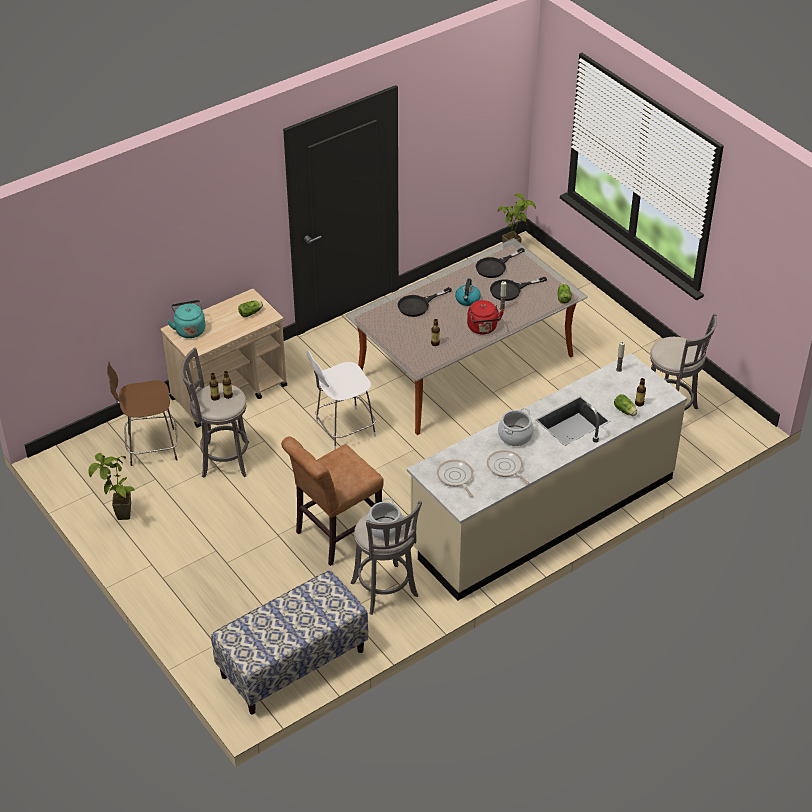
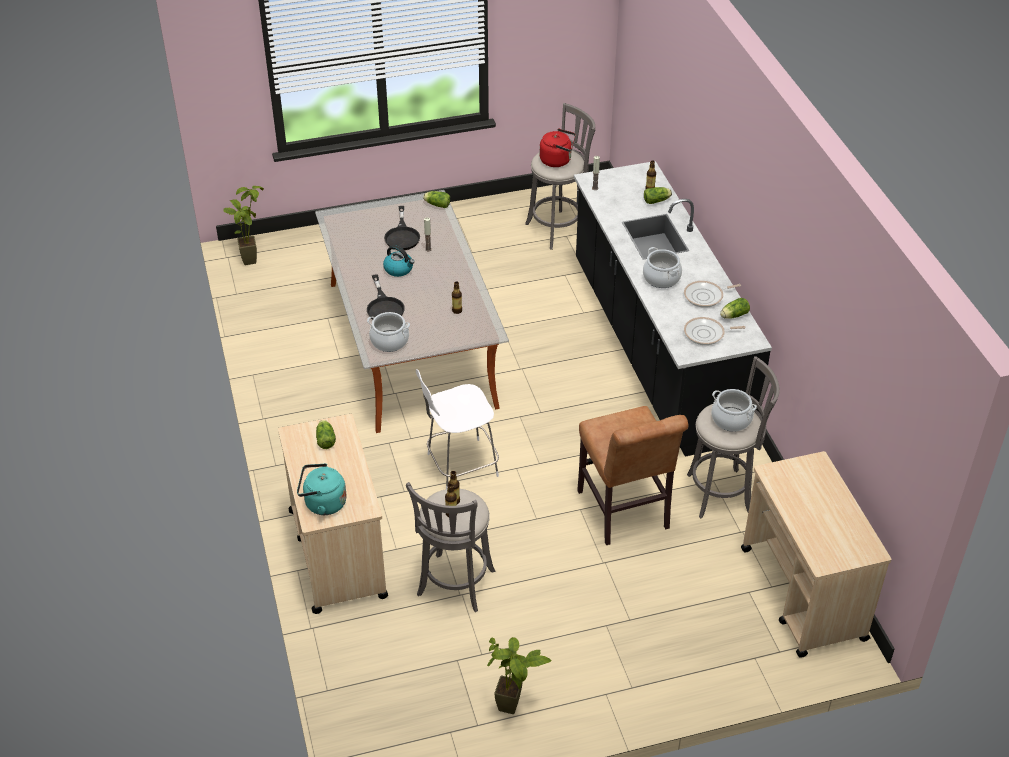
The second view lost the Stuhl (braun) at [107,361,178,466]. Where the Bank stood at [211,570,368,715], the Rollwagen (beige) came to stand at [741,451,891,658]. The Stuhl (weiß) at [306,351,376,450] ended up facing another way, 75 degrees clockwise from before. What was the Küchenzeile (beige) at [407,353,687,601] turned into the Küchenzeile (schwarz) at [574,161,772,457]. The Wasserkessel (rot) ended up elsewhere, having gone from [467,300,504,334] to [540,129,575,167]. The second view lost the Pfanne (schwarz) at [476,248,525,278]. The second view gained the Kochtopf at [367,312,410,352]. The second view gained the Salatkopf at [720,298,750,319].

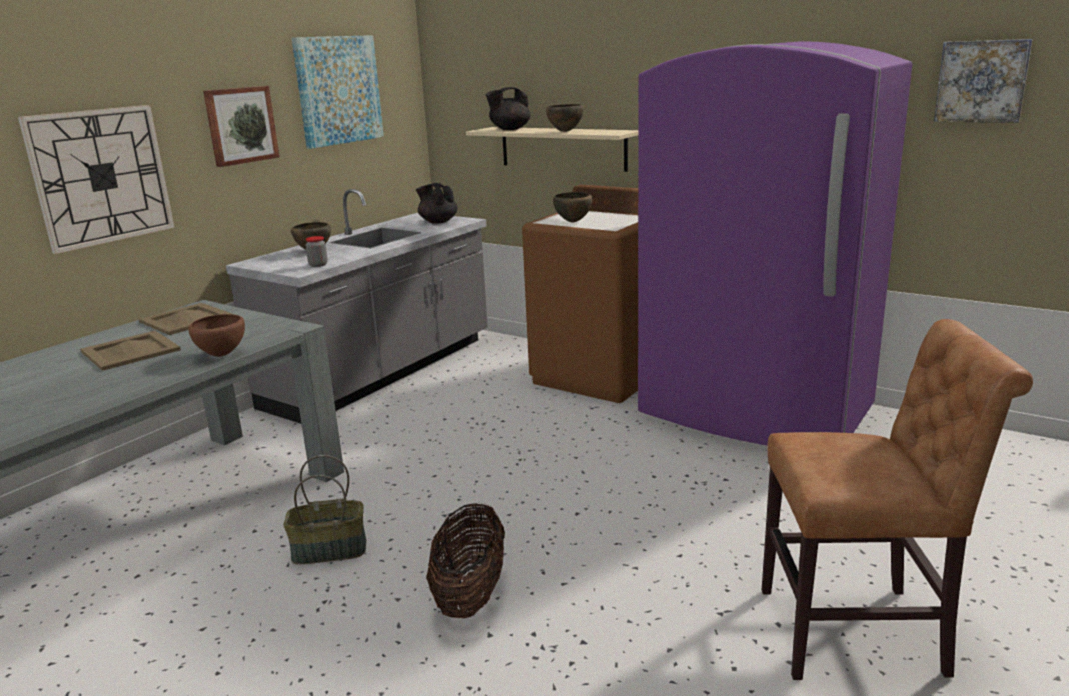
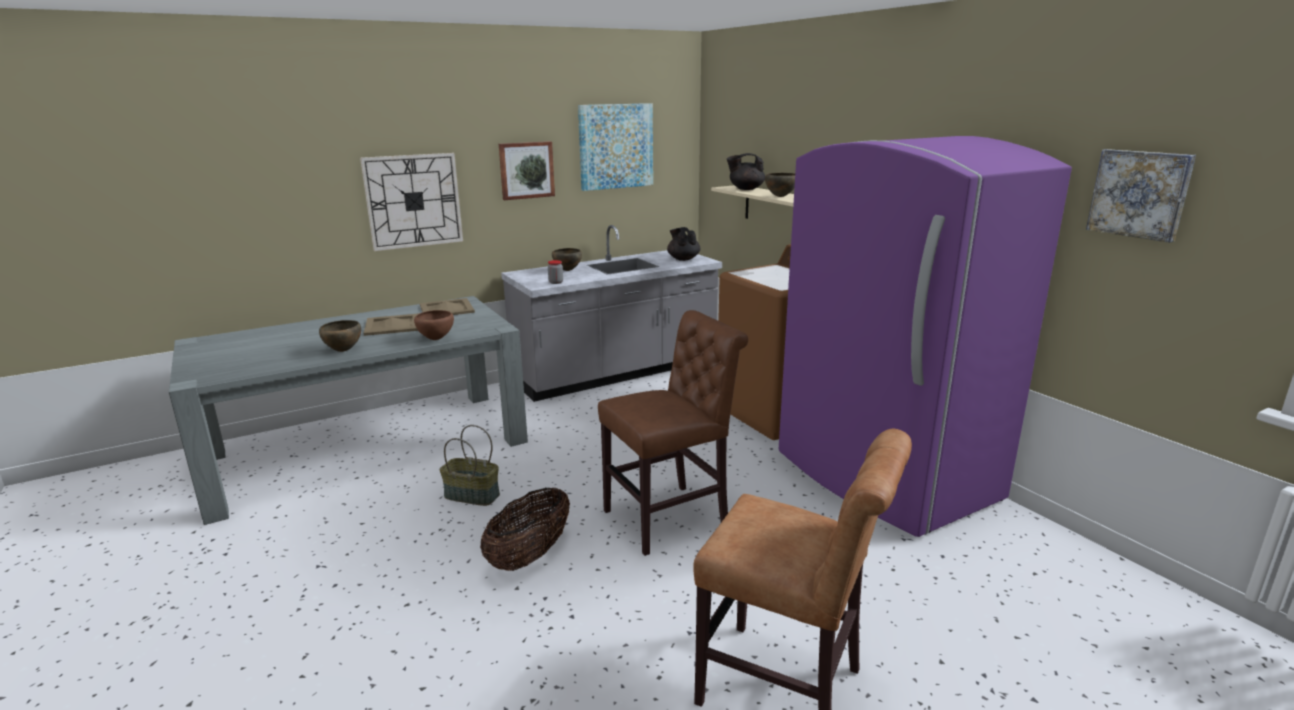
The Schüssel (braun) ended up elsewhere, having gone from [553,192,592,222] to [319,320,361,352]. The second view gained the Stuhl (braun) at [598,310,748,556].

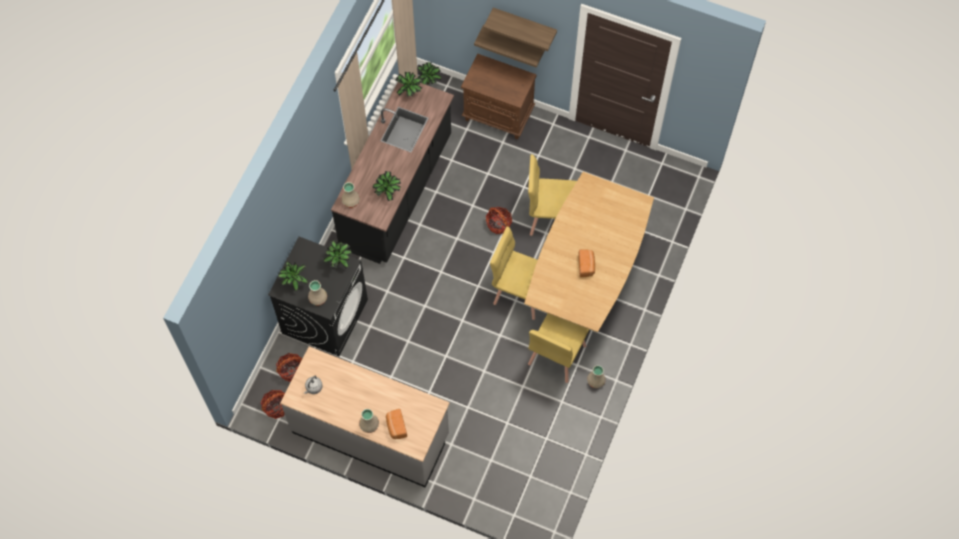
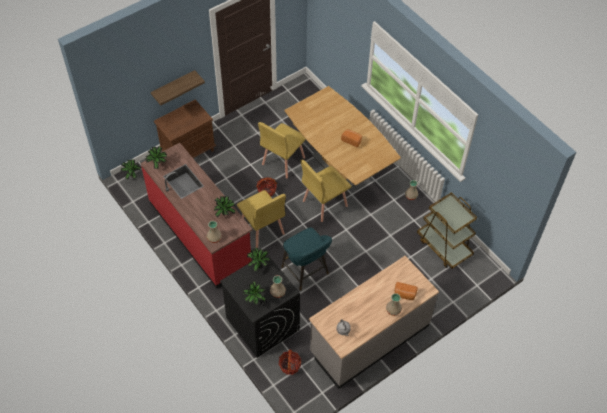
The second view lost the Korb at [261,390,285,419]. What was the Küchenzeile (schwarz) at [331,82,454,264] turned into the Küchenzeile (rot) at [140,143,253,289]. The second view lost the Wandregal at [484,8,557,51]. The Stuhl (gelb) ended up elsewhere, having gone from [528,313,590,383] to [237,190,286,248]. The second view gained the Hocker (türkis) at [282,227,332,291]. The second view gained the Rollwagen (braun) at [417,192,477,269].

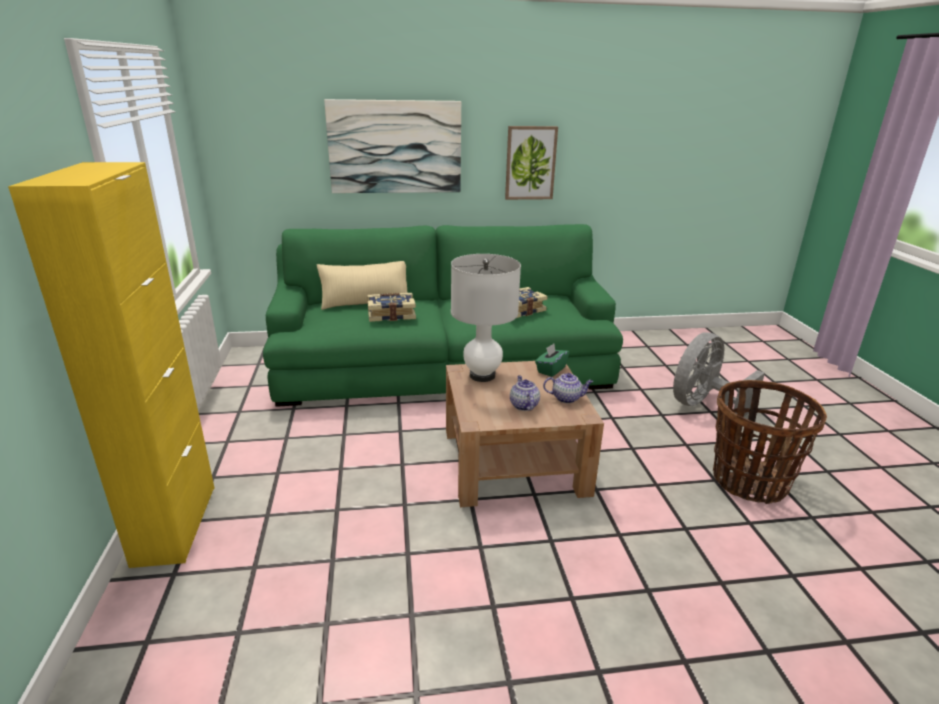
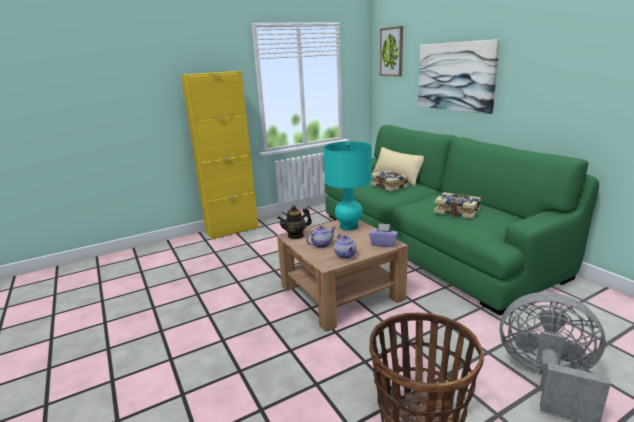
What was the Tischlampe (weiß) at [451,254,521,382] turned into the Tischlampe (türkis) at [323,141,372,231]. The Bild ended up elsewhere, having gone from [505,126,558,200] to [380,26,403,76]. What was the Taschentuchbox (grün) at [535,344,569,377] turned into the Taschentuchbox (lila) at [369,223,398,247]. The second view gained the Teekanne at [277,205,312,239].

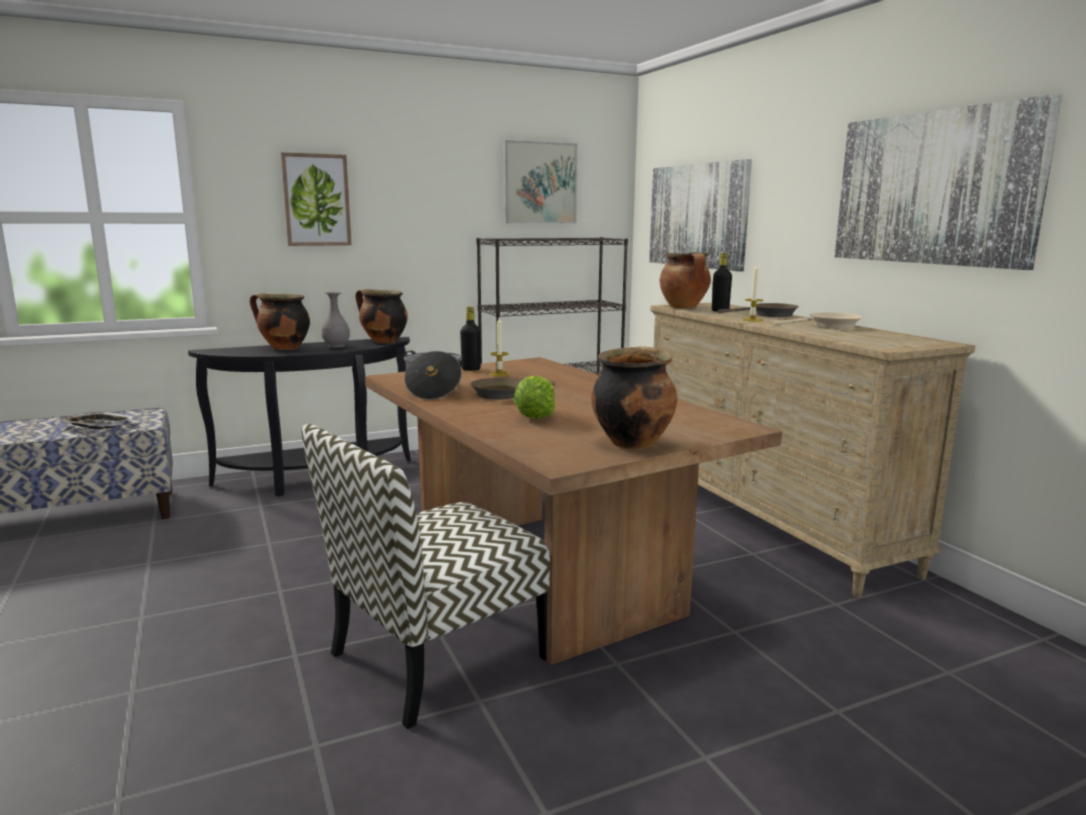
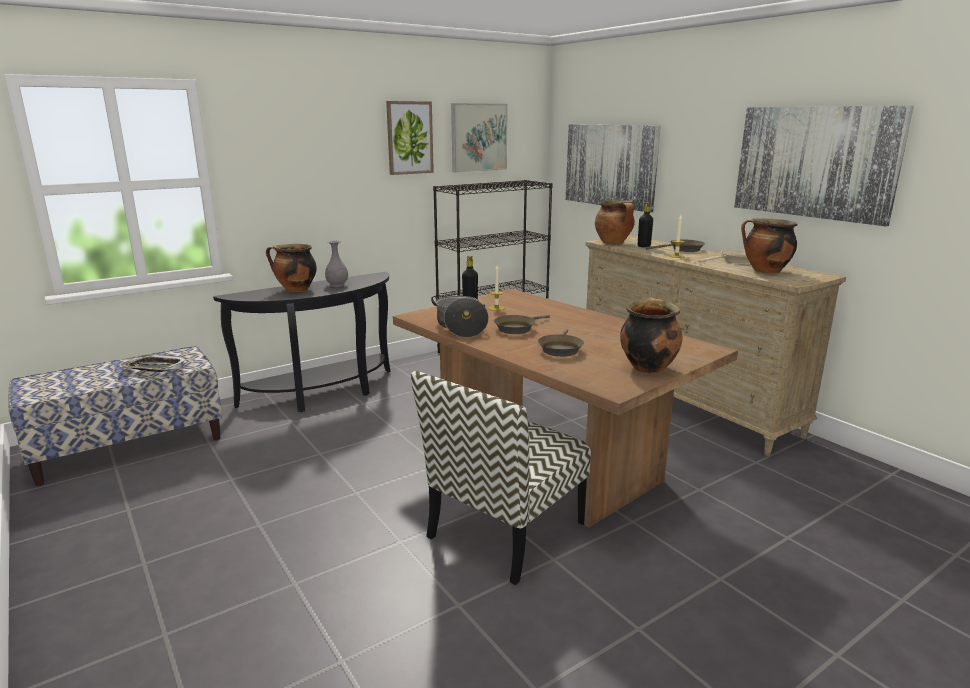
The Bild ended up elsewhere, having gone from [281,152,352,246] to [386,101,434,175]. The Kochtopf ended up elsewhere, having gone from [356,289,408,343] to [741,219,797,274]. Where the Salatkopf stood at [514,376,556,419], the Pfanne (braun) came to stand at [538,329,584,357].

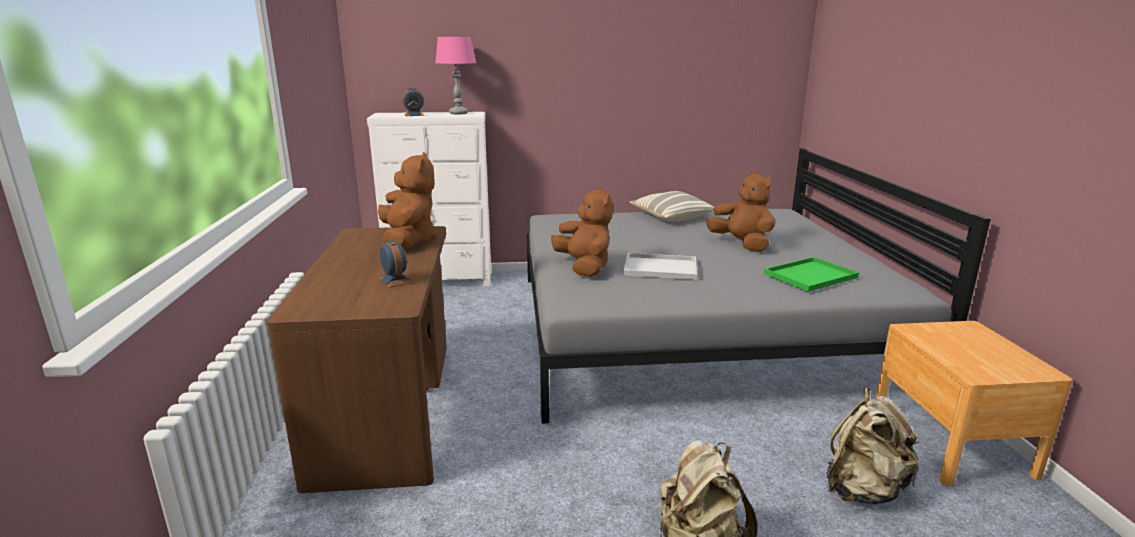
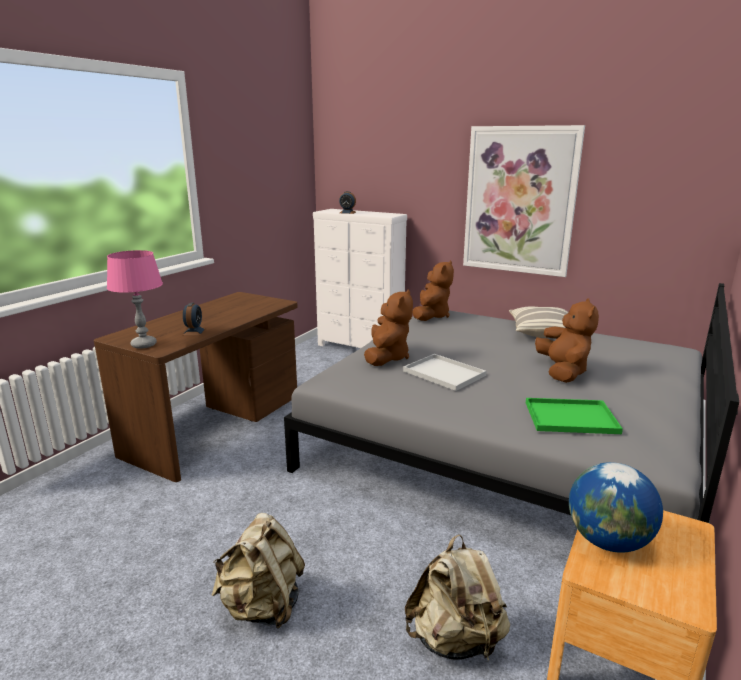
The Plüschtier (braun) ended up elsewhere, having gone from [378,152,435,250] to [413,260,454,321]. The Tischlampe (rosa) ended up elsewhere, having gone from [435,37,476,115] to [107,250,163,349]. The second view gained the Bild at [463,125,585,277]. The second view gained the Globus at [569,462,663,553].

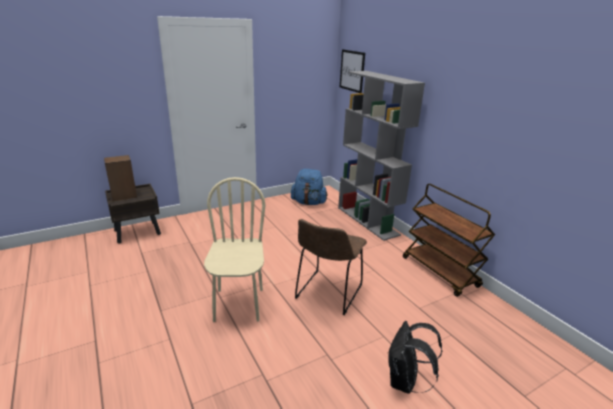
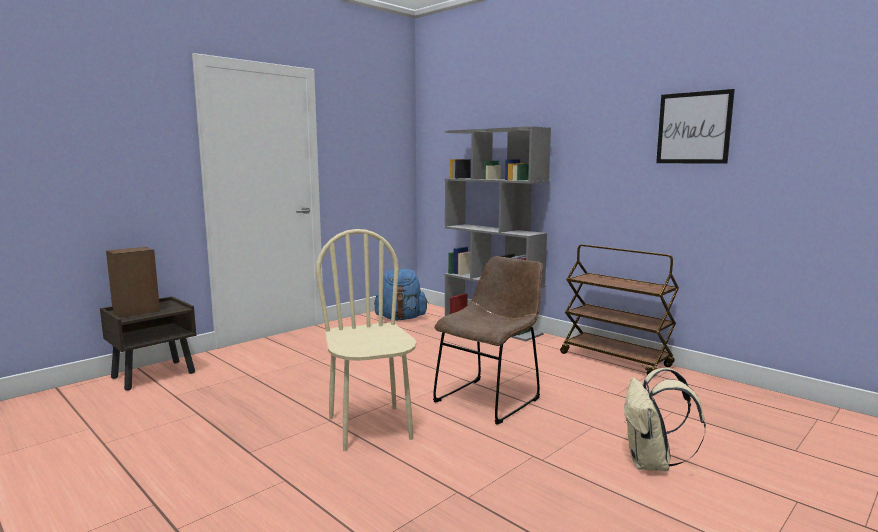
The Stuhl (braun) at [295,219,367,315] ended up facing another way, 150 degrees counterclockwise from before. The Bild ended up elsewhere, having gone from [340,49,365,93] to [656,89,735,164]. What was the Rucksack (schwarz) at [388,321,442,394] turned into the Rucksack (beige) at [624,368,706,471].

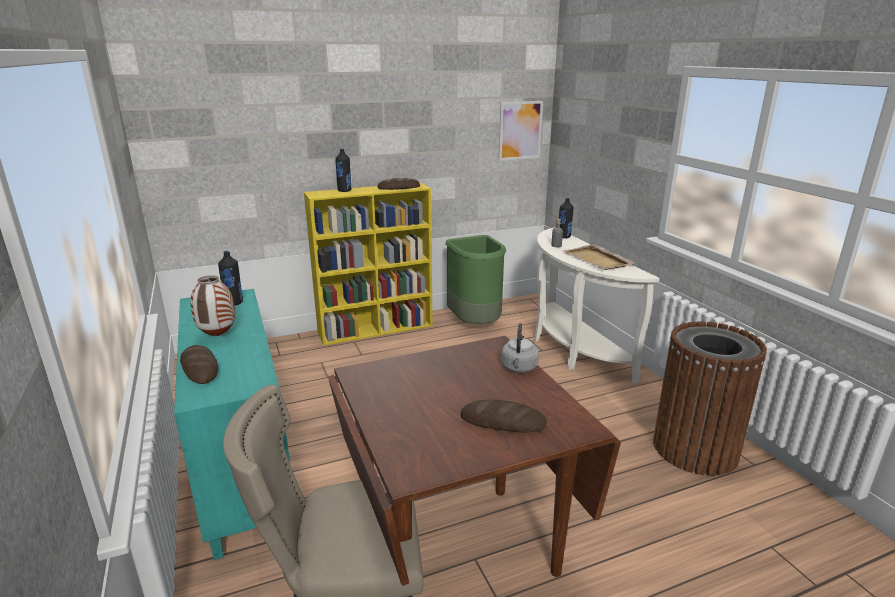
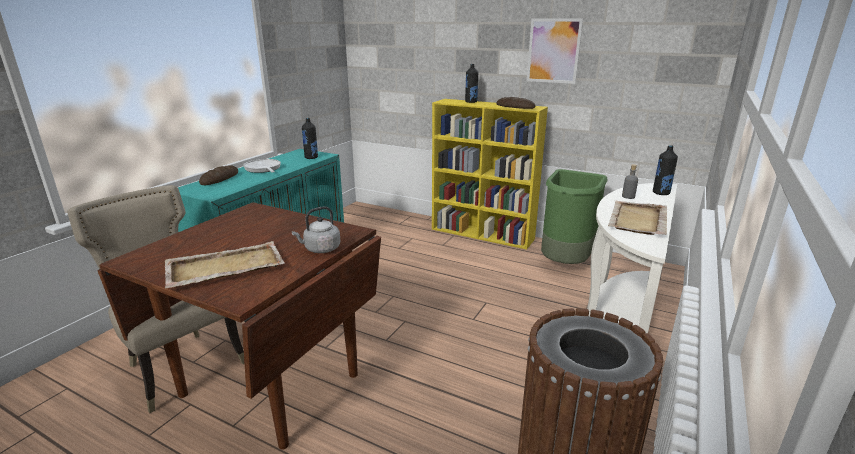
Where the Vase stood at [190,275,236,336], the Pfanne came to stand at [243,159,281,173]. Where the Brot stood at [461,400,547,433], the Tablett (beige) came to stand at [164,241,285,288]. The Bild ended up elsewhere, having gone from [499,101,543,161] to [527,18,583,84].

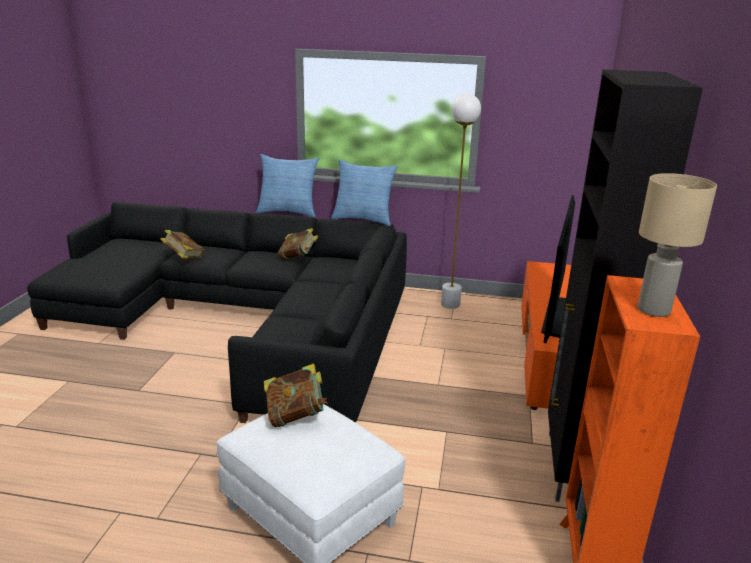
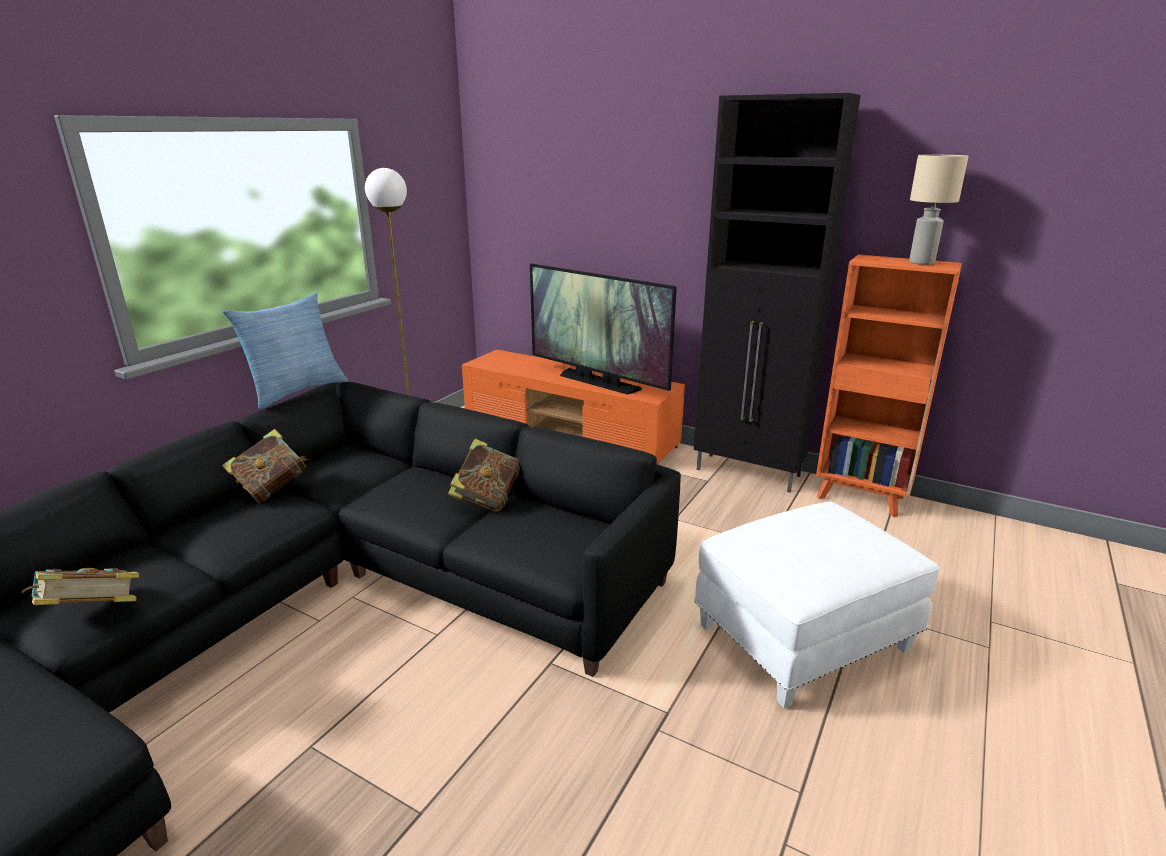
The second view lost the Kissen at [256,154,319,217]. The Buch ended up elsewhere, having gone from [264,364,328,427] to [448,439,520,512].

